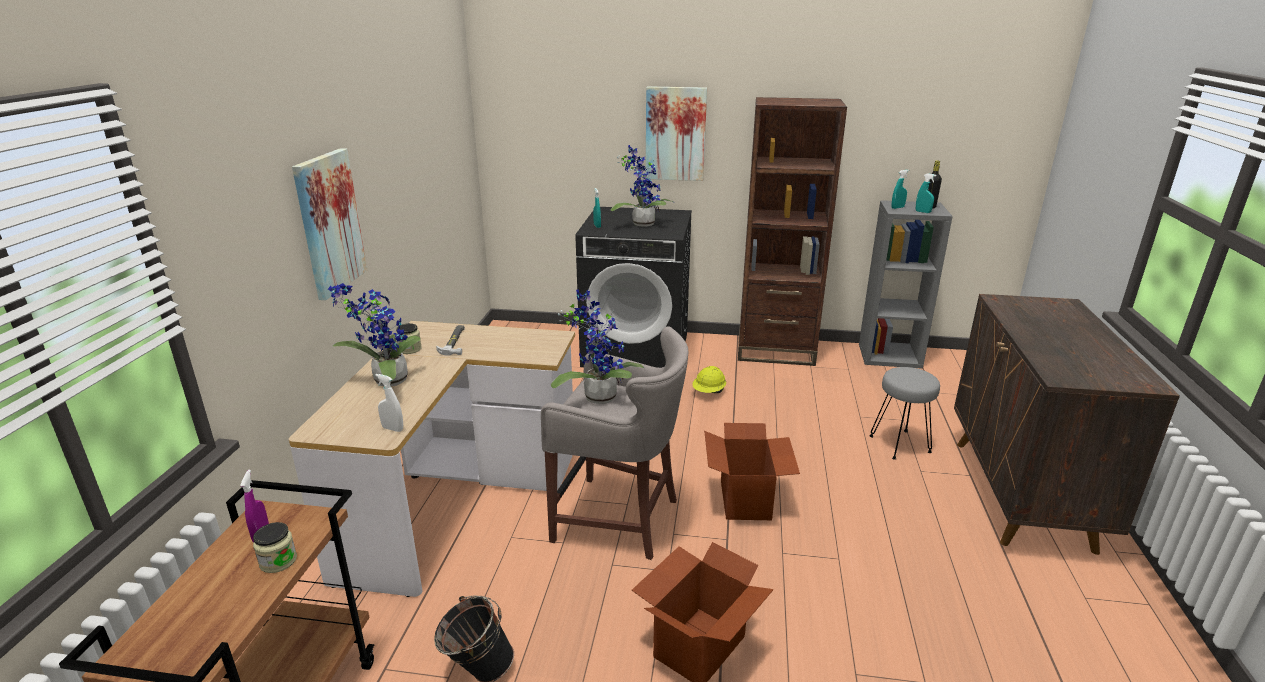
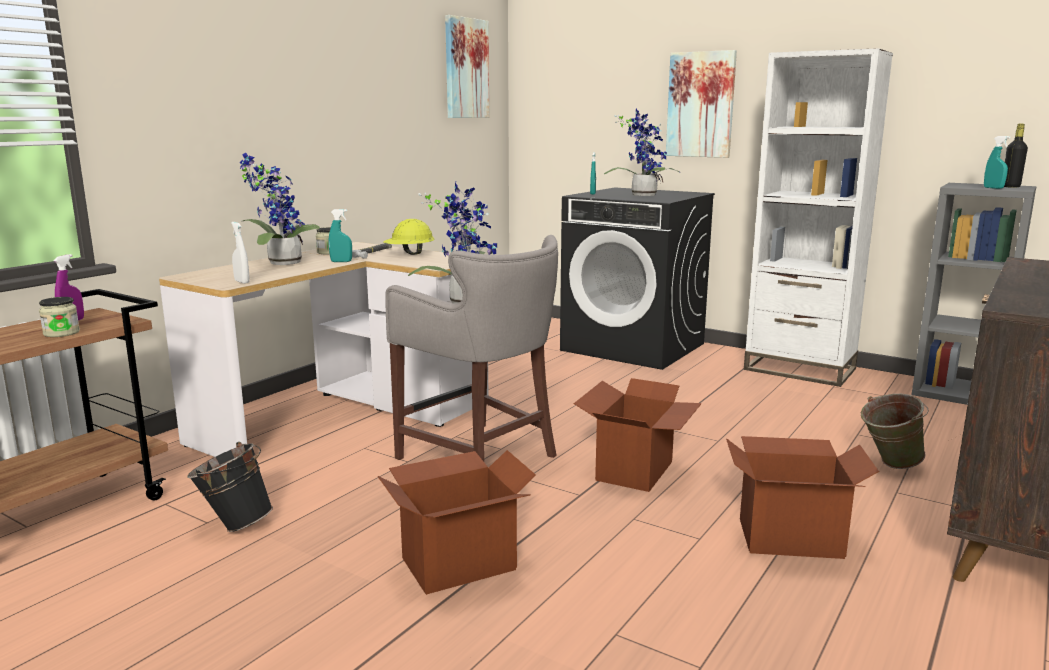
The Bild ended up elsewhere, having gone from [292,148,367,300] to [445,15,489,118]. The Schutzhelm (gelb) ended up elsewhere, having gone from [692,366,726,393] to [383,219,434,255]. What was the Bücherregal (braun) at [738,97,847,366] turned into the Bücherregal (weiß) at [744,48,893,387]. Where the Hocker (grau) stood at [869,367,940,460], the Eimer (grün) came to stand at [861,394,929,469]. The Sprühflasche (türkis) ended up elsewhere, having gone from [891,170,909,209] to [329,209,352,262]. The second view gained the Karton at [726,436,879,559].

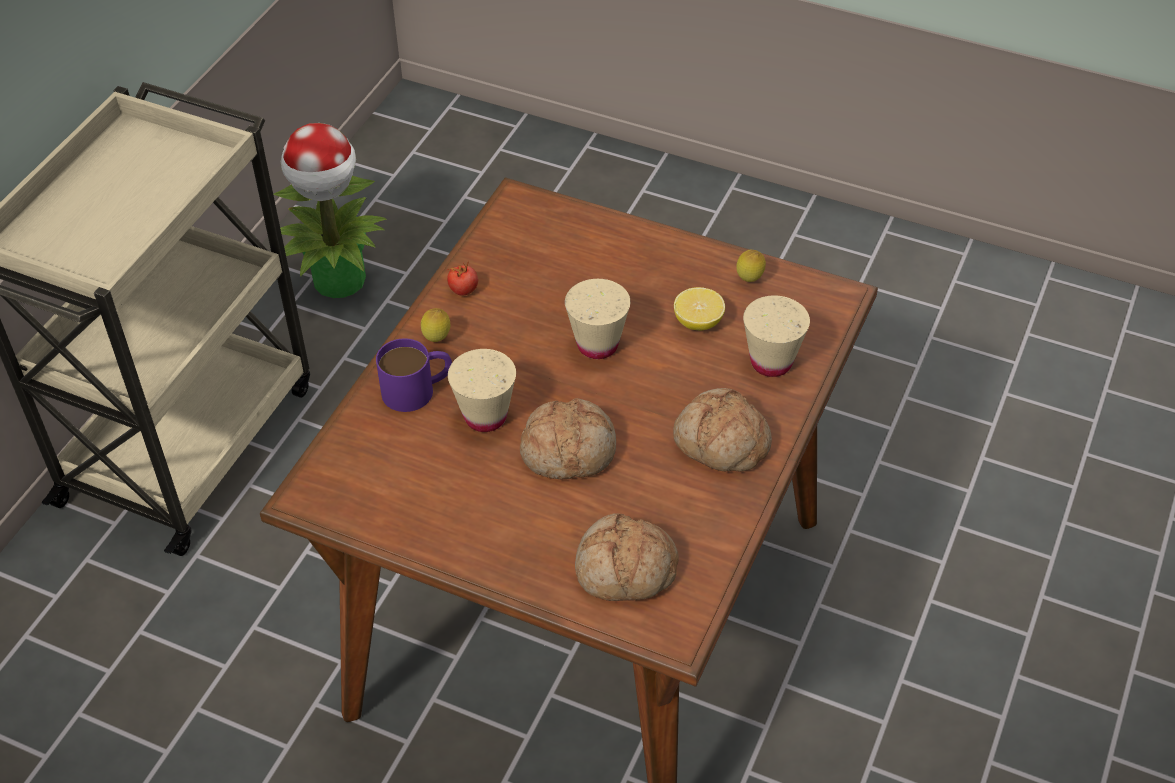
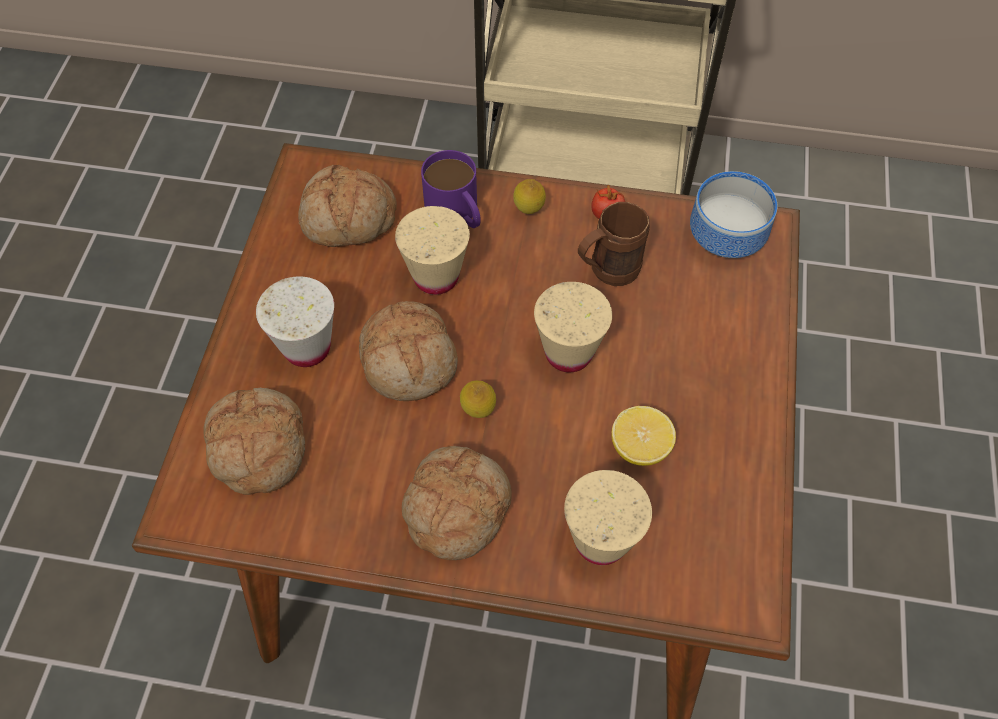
The second view lost the Topfpflanze at [273,123,387,298]. The Zitrone ended up elsewhere, having gone from [736,250,766,282] to [460,381,496,418]. The second view gained the Tasse (weiß) at [256,276,334,367]. The second view gained the Brot at [298,165,397,247]. The second view gained the Henkelbecher (braun) at [578,202,650,286]. The second view gained the Schüssel at [690,171,778,258].

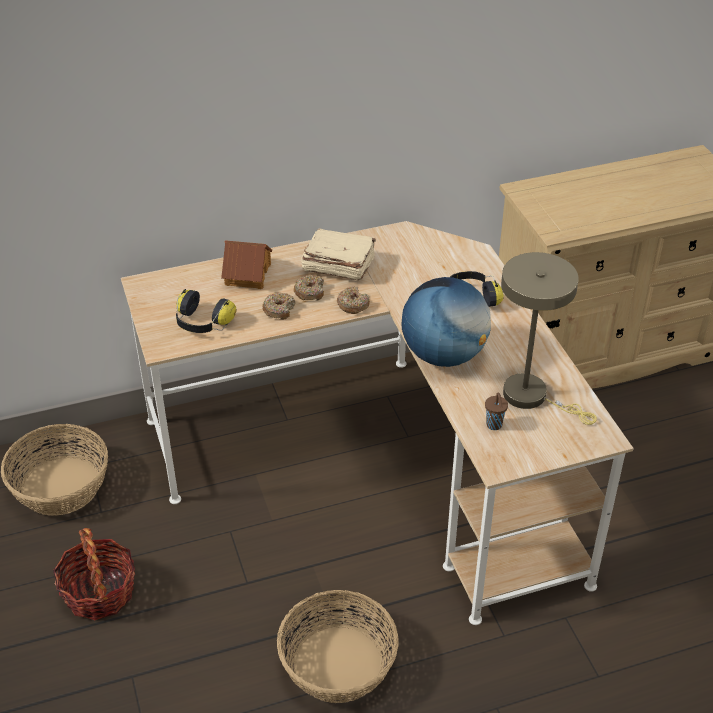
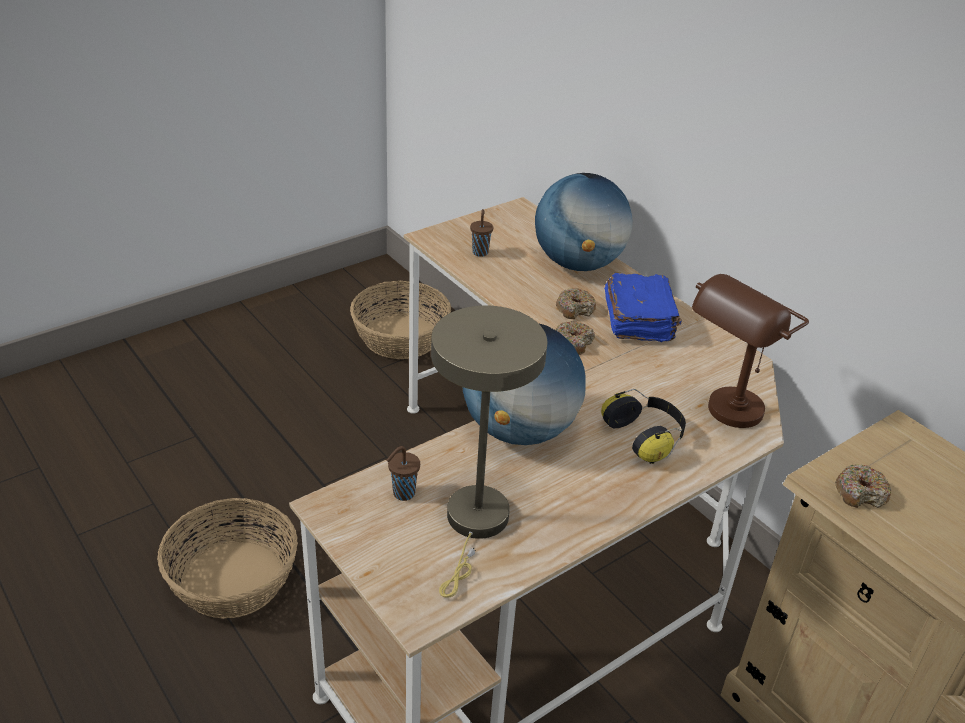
The second view lost the Korb at [53,528,135,620]. Where the Kopfhörer stood at [176,289,237,333], the Tasse (braun) came to stand at [470,209,493,257]. Where the Spielzeughaus stood at [221,240,272,289], the Globus came to stand at [535,173,633,271]. The Donut ended up elsewhere, having gone from [262,292,295,320] to [835,464,891,508]. What was the Buch (beige) at [301,228,376,280] turned into the Buch (blau) at [604,273,682,342]. The second view gained the Tischlampe (braun) at [692,274,809,428].

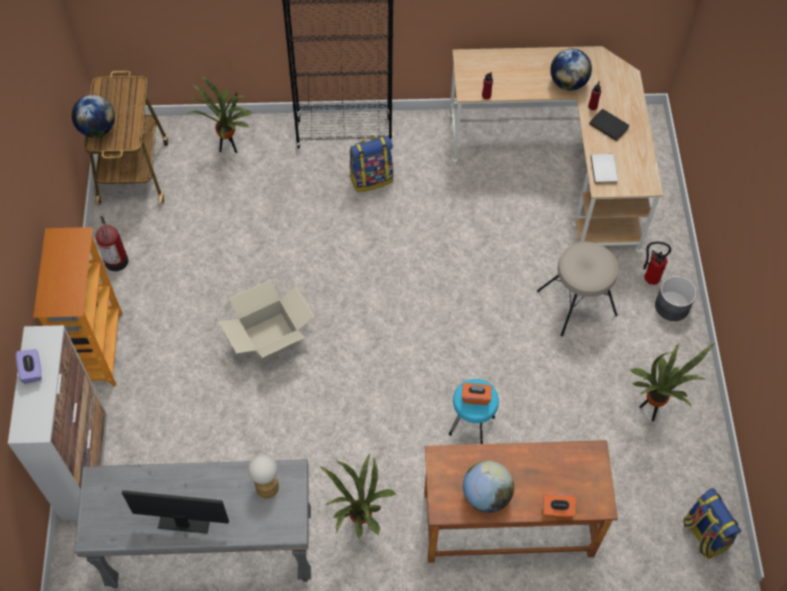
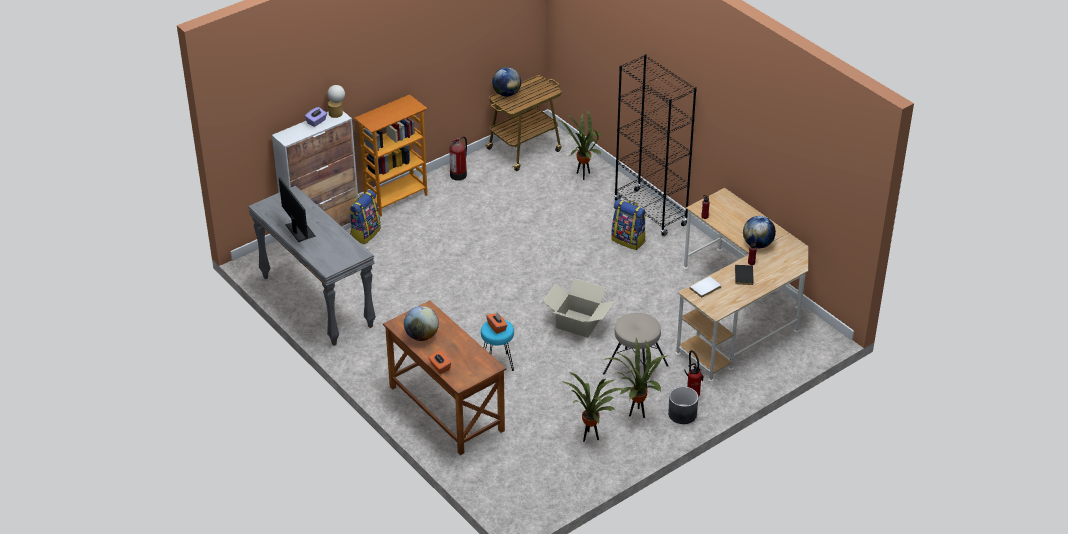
The Karton ended up elsewhere, having gone from [219,279,315,363] to [543,278,614,338]. The Tischlampe ended up elsewhere, having gone from [248,454,279,498] to [327,85,345,118]. The Topfpflanze ended up elsewhere, having gone from [320,453,397,539] to [606,338,667,418]. The Rucksack ended up elsewhere, having gone from [683,488,741,559] to [349,190,381,244].

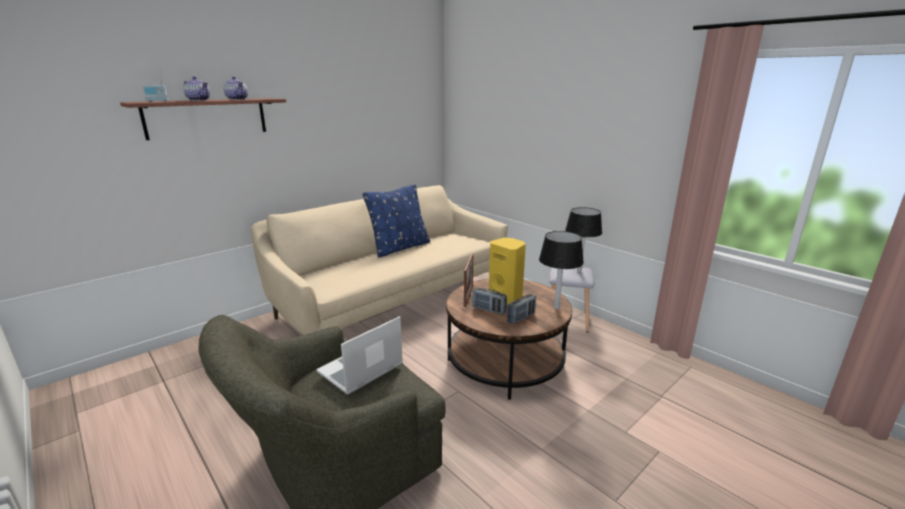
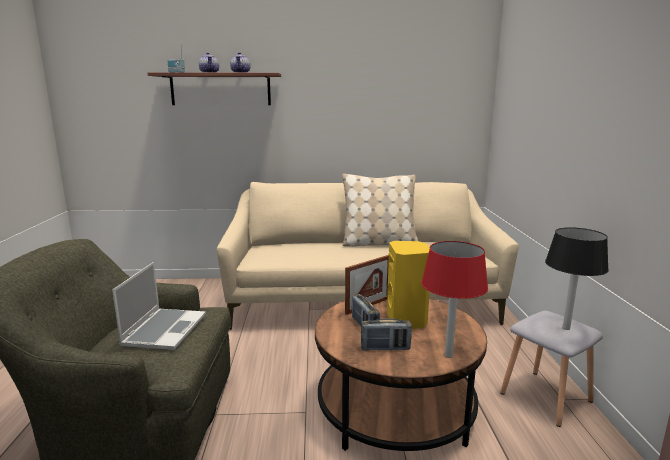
The Laptop at [316,316,403,395] ended up facing another way, 105 degrees clockwise from before. What was the Kissen (blau) at [362,184,430,257] turned into the Kissen (beige) at [342,174,418,247]. What was the Tischlampe (schwarz) at [539,231,584,310] turned into the Tischlampe (rot) at [421,241,488,358].

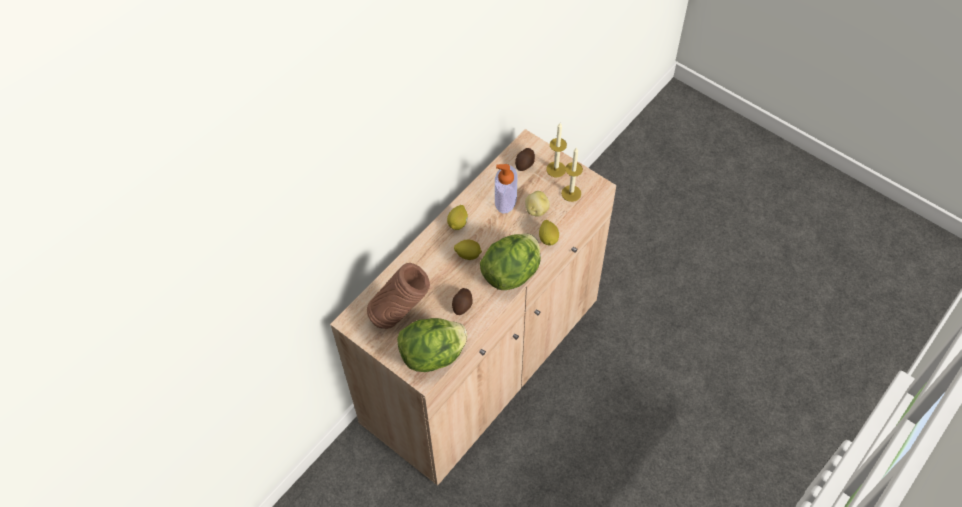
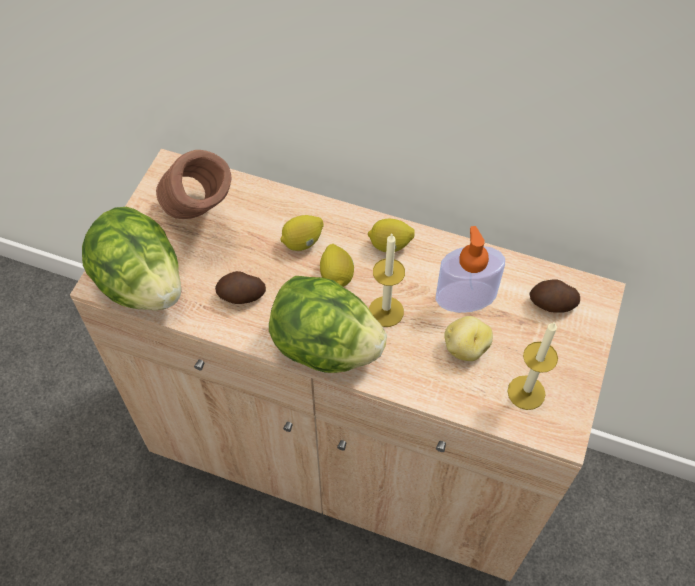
The Zitrone ended up elsewhere, having gone from [539,220,559,246] to [280,215,324,251]. The Kerze ended up elsewhere, having gone from [546,123,567,177] to [369,234,405,327].

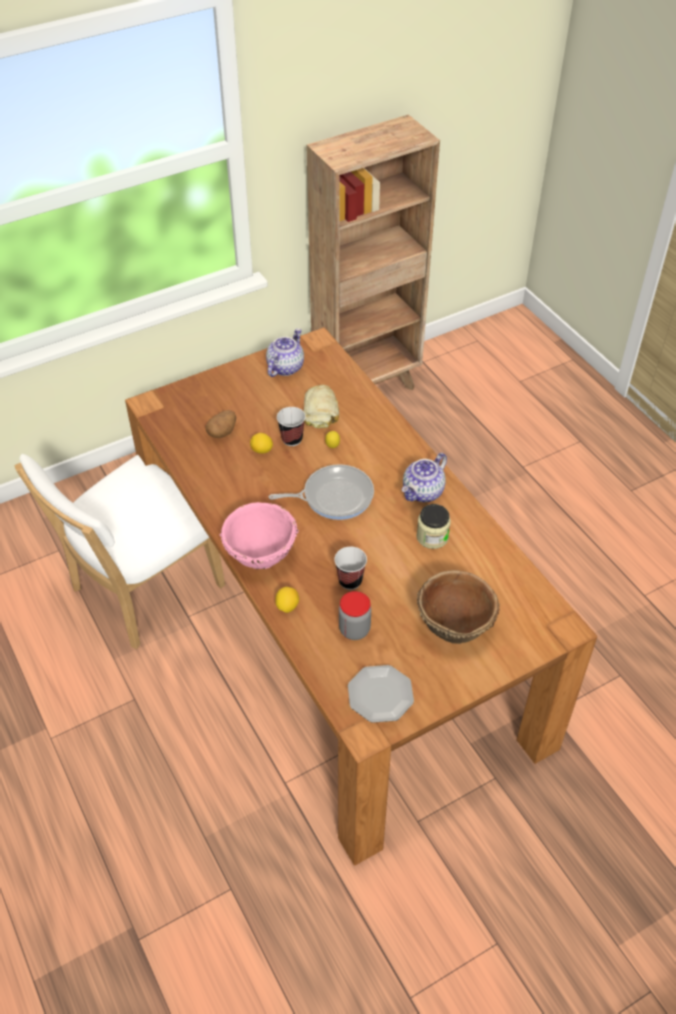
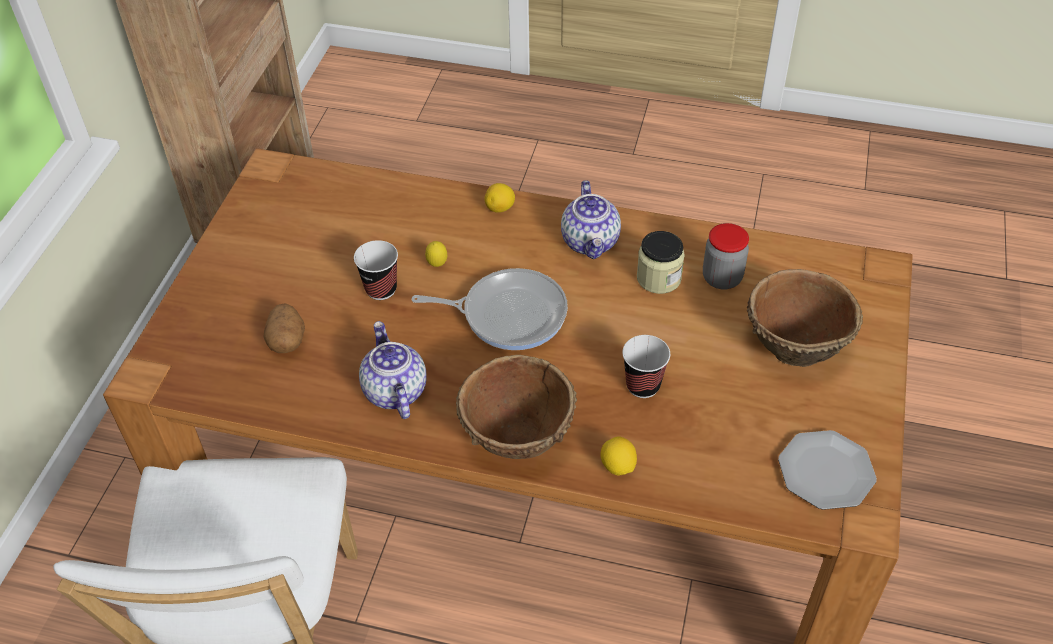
What was the Schüssel (rosa) at [220,502,299,569] turned into the Schüssel (braun) at [456,355,577,459]. The Zitrone ended up elsewhere, having gone from [250,433,273,454] to [484,183,515,213]. The Teekanne ended up elsewhere, having gone from [266,328,304,377] to [359,321,427,419]. The Pfanne at [269,464,374,520] ended up facing another way, 60 degrees clockwise from before. The second view lost the Brot at [303,385,339,428]. The Vorratsglas ended up elsewhere, having gone from [339,591,371,640] to [703,223,749,290].

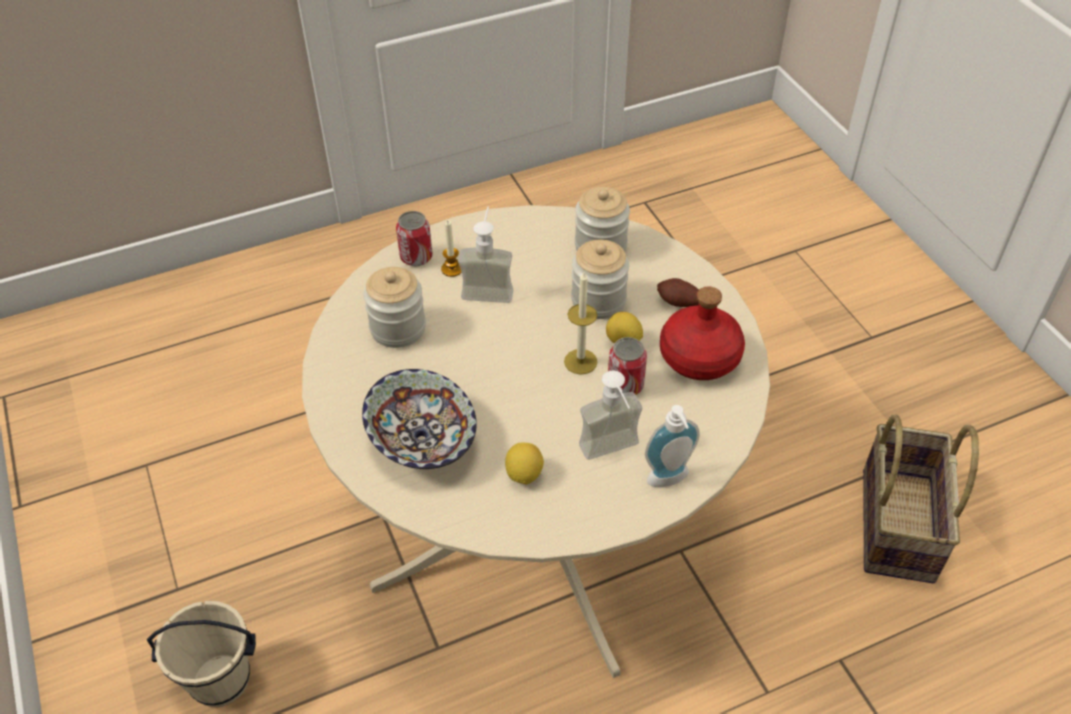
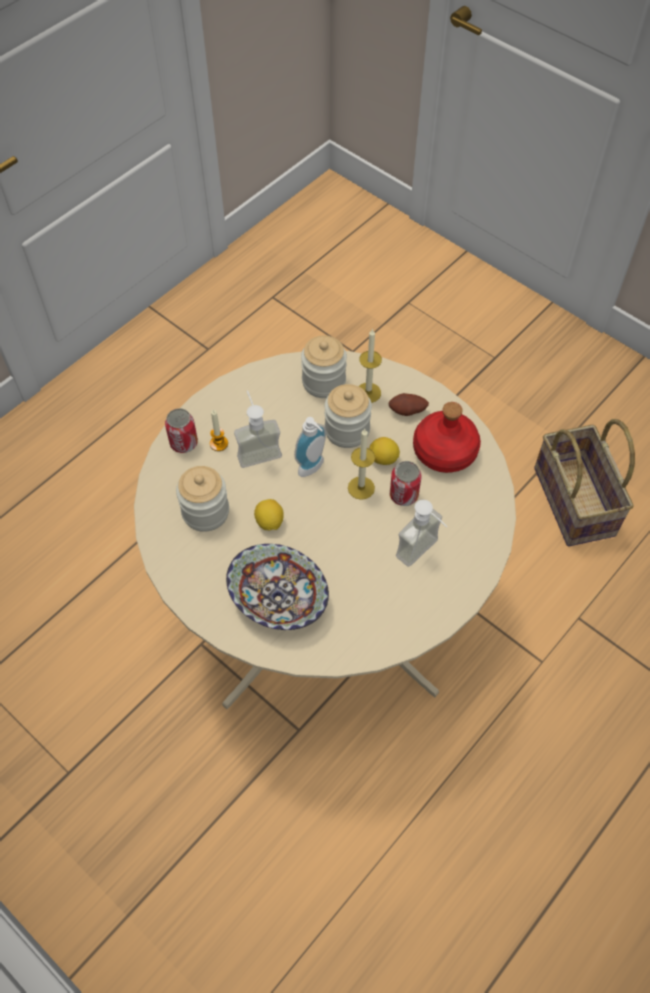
The second view lost the Eimer (beige) at [147,601,256,707]. The Zitrone ended up elsewhere, having gone from [505,442,544,485] to [254,499,284,530]. The Seifenspender ended up elsewhere, having gone from [645,405,700,487] to [294,417,326,477]. The second view gained the Kerze at [359,328,382,403].

